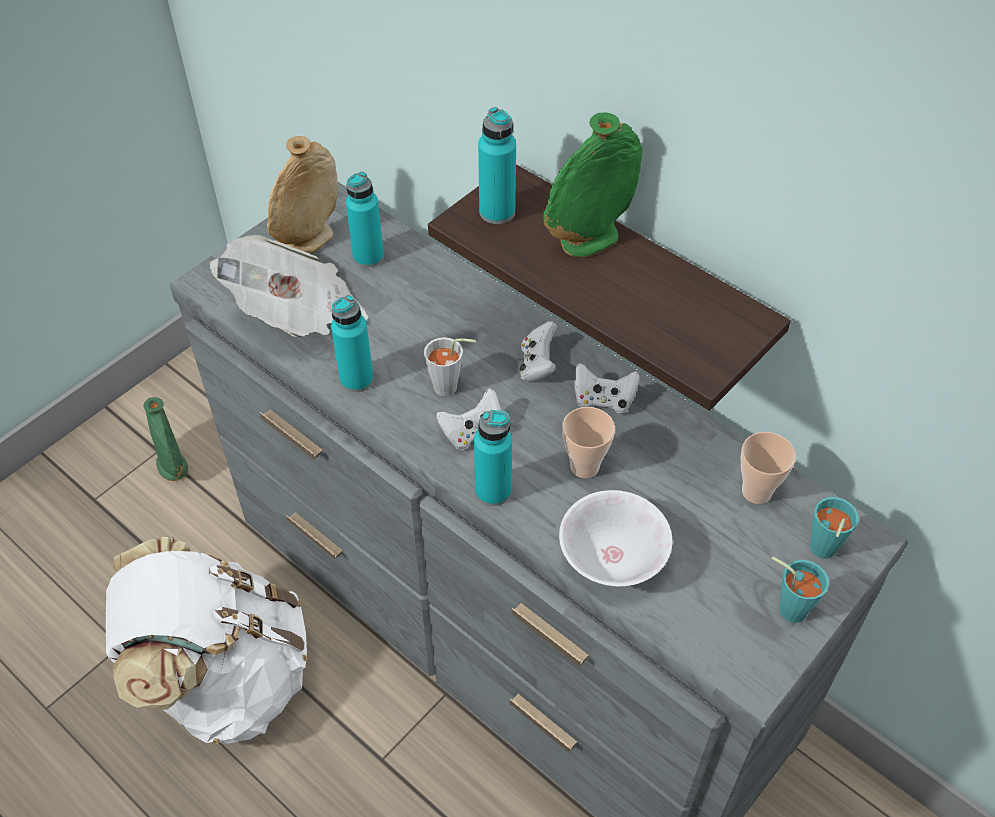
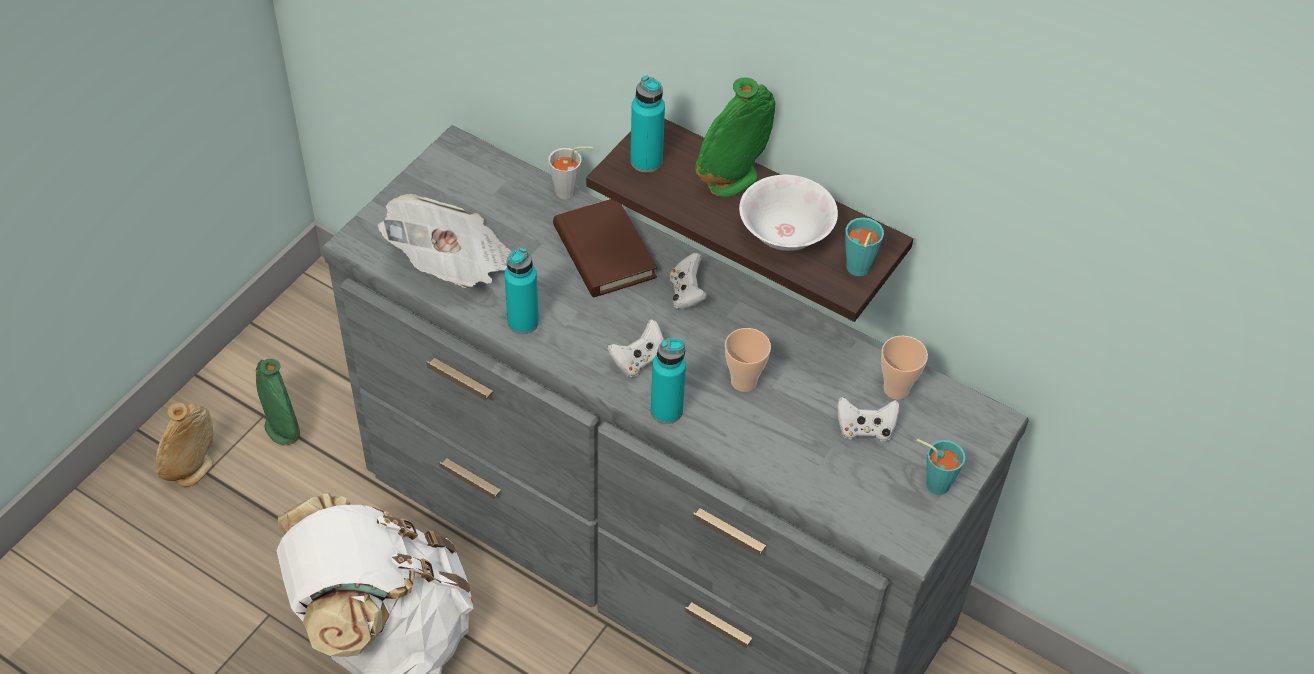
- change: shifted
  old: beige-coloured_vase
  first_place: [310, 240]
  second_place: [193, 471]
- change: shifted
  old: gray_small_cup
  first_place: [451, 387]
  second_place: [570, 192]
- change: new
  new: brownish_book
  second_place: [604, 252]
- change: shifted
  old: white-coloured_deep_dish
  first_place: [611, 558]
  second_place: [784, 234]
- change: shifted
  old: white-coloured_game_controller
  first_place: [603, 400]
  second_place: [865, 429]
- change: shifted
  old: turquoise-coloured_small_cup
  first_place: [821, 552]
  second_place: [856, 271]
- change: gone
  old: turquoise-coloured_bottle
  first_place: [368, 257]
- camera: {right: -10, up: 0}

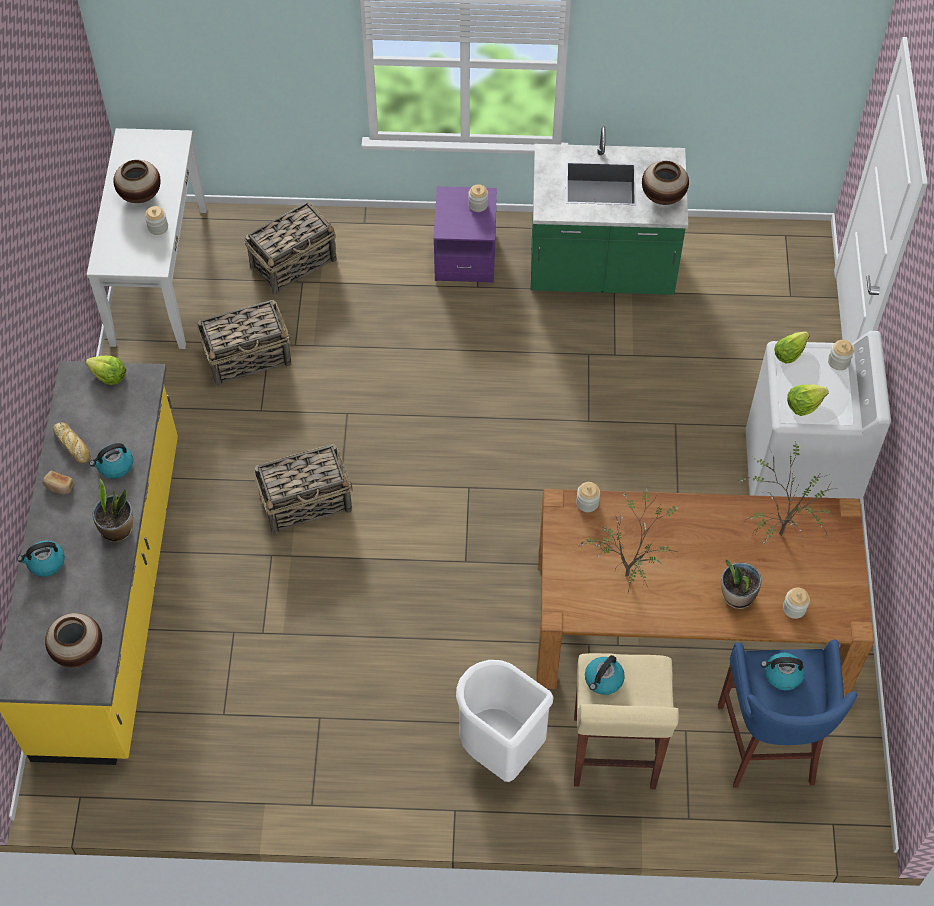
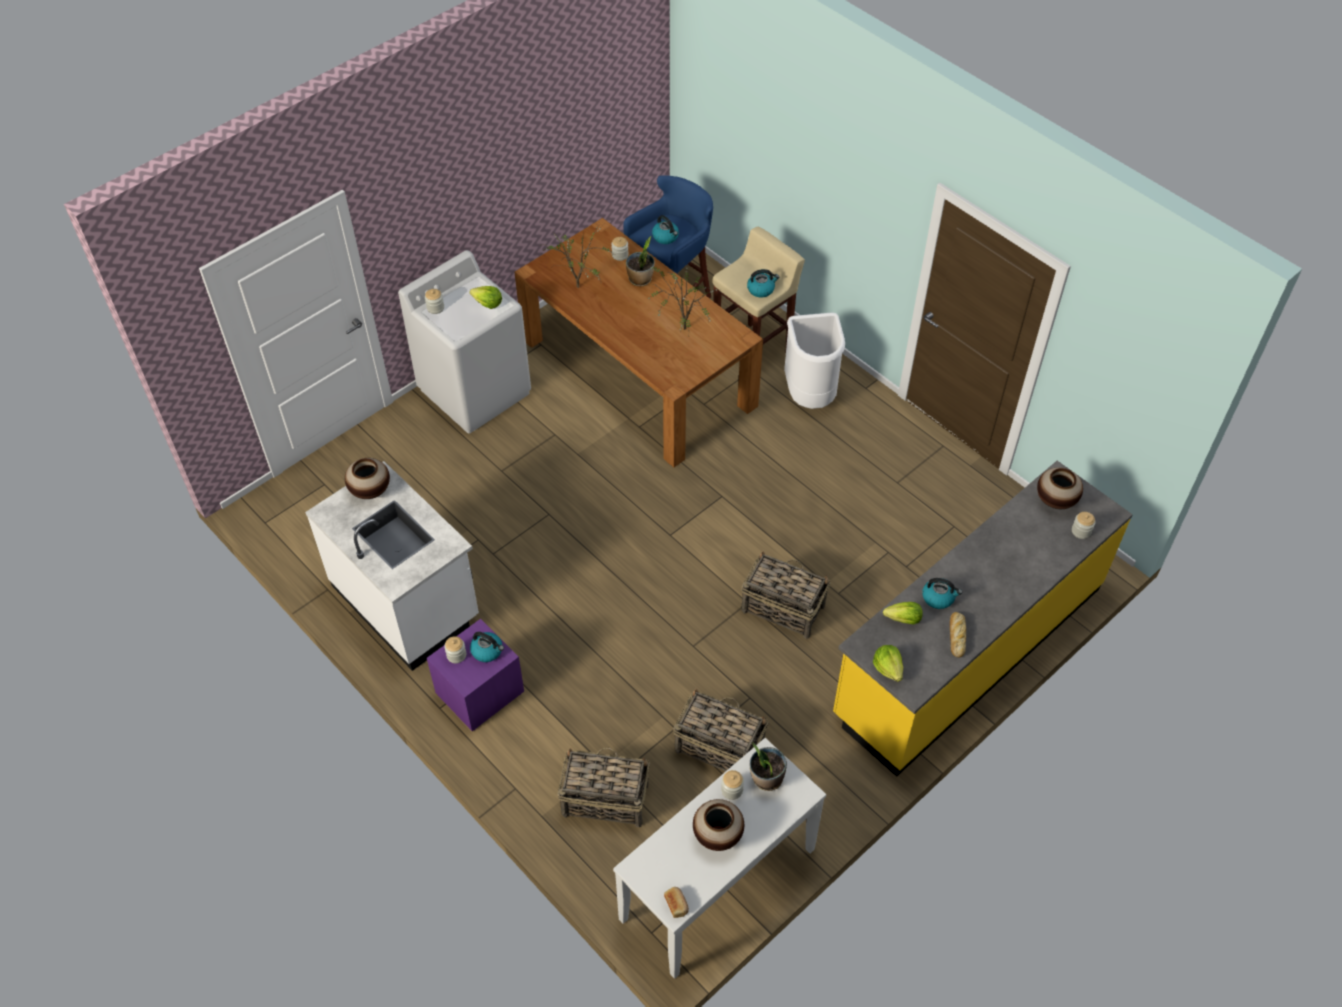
- change: repainted
  old: green-coloured_kitchen_counter
  new: white-coloured_kitchen_counter
  first_place: [601, 269]
  second_place: [407, 602]
- change: shifted
  old: kettle
  first_place: [46, 563]
  second_place: [487, 651]
- change: shifted
  old: bakery_bread
  first_place: [59, 486]
  second_place: [677, 904]
- change: shifted
  old: plant_in_a_pot
  first_place: [117, 529]
  second_place: [766, 778]
- change: shifted
  old: lettuce_head
  first_place: [789, 353]
  second_place: [903, 619]
- change: shifted
  old: jar
  first_place: [587, 503]
  second_place: [1081, 531]
- camera: {right: -135, up: -5}

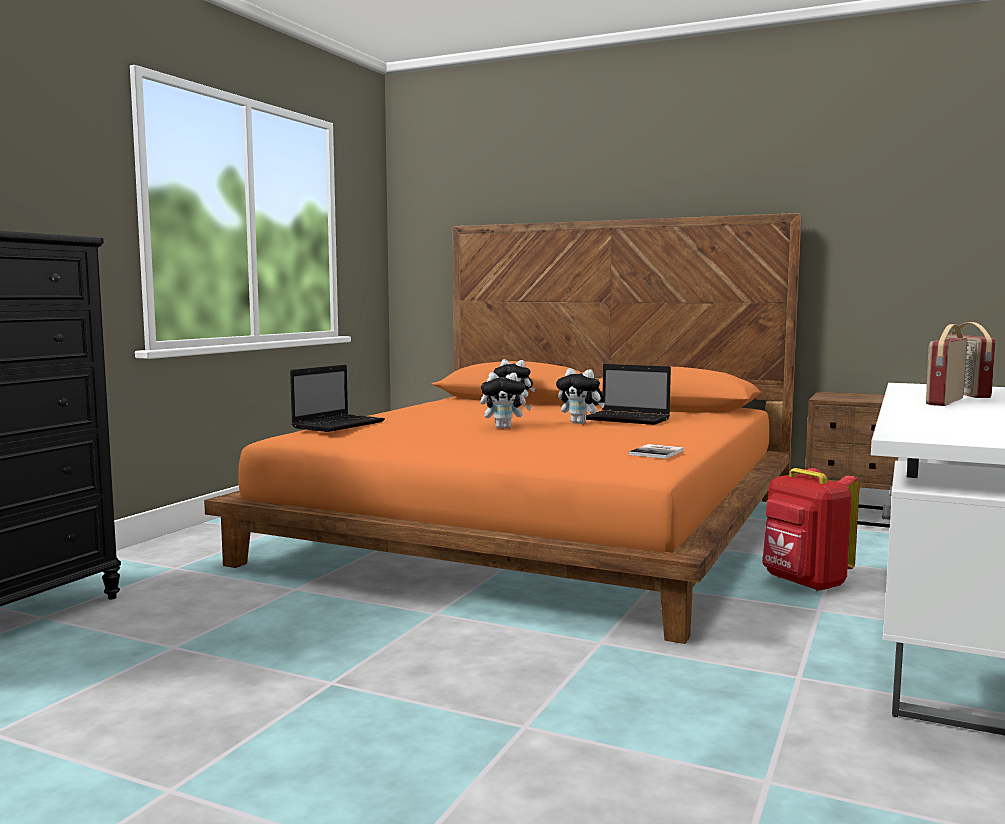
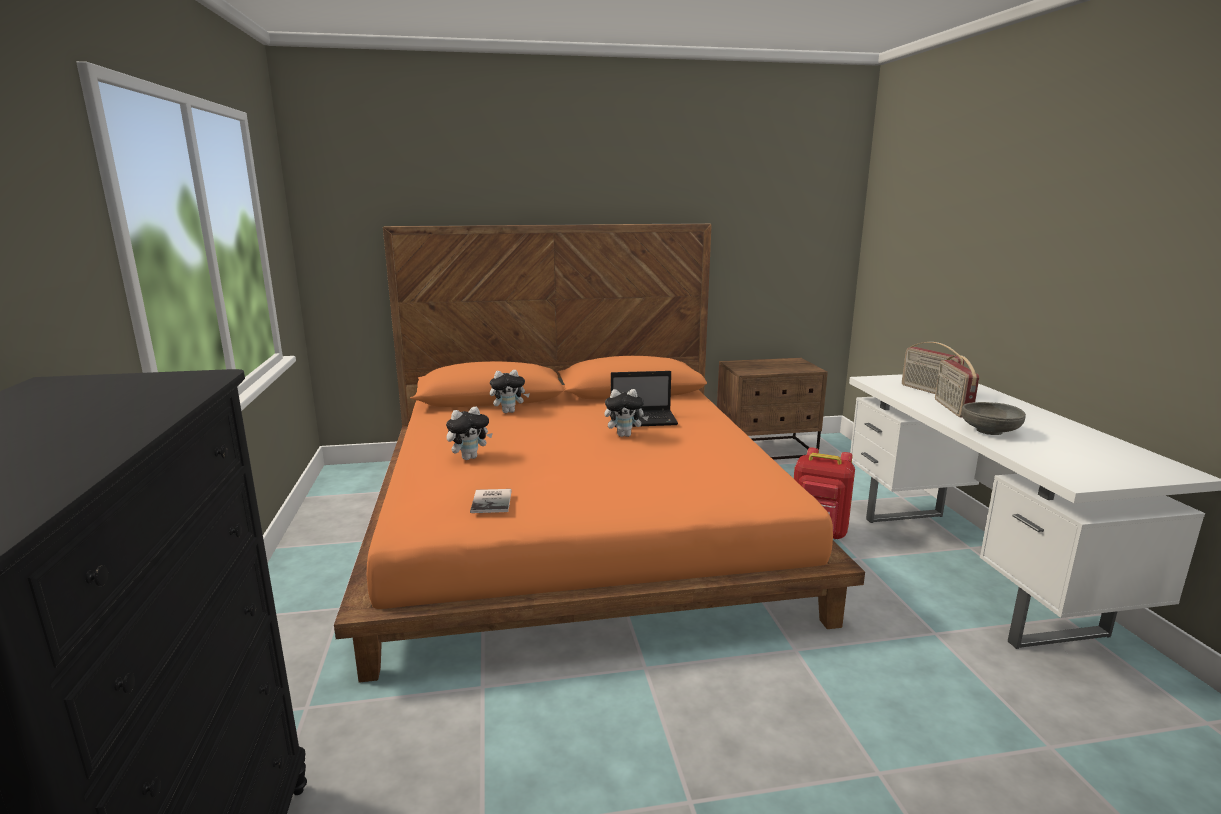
- change: shifted
  old: plush_toy
  first_place: [504, 427]
  second_place: [469, 457]
- change: shifted
  old: book
  first_place: [658, 452]
  second_place: [493, 501]
- change: new
  new: gray_deep_dish
  second_place: [990, 431]
- change: gone
  old: notebook_computer
  first_place: [339, 424]
- camera: {right: -35, up: 10}

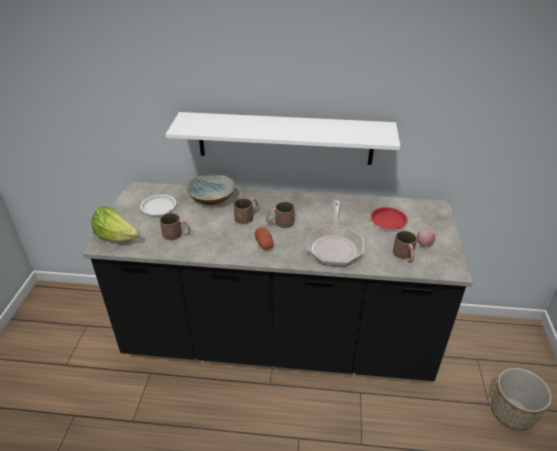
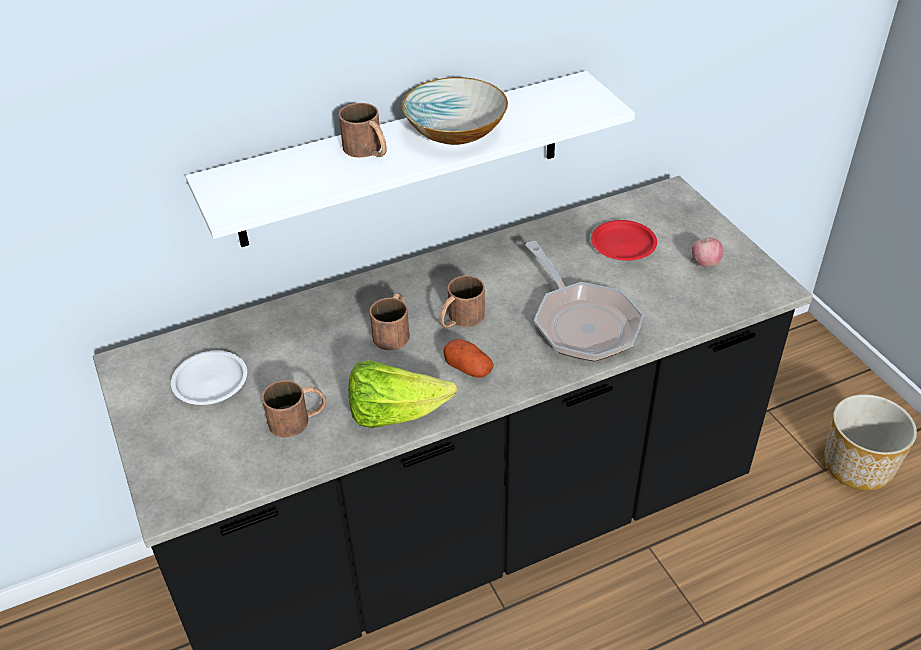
- change: shifted
  old: brownish_tea_mug
  first_place: [405, 256]
  second_place: [368, 150]
- change: shifted
  old: lettuce_head
  first_place: [117, 237]
  second_place: [395, 413]
- change: shifted
  old: deep_dish
  first_place: [212, 198]
  second_place: [455, 131]
- camera: {right: -30, up: 5}

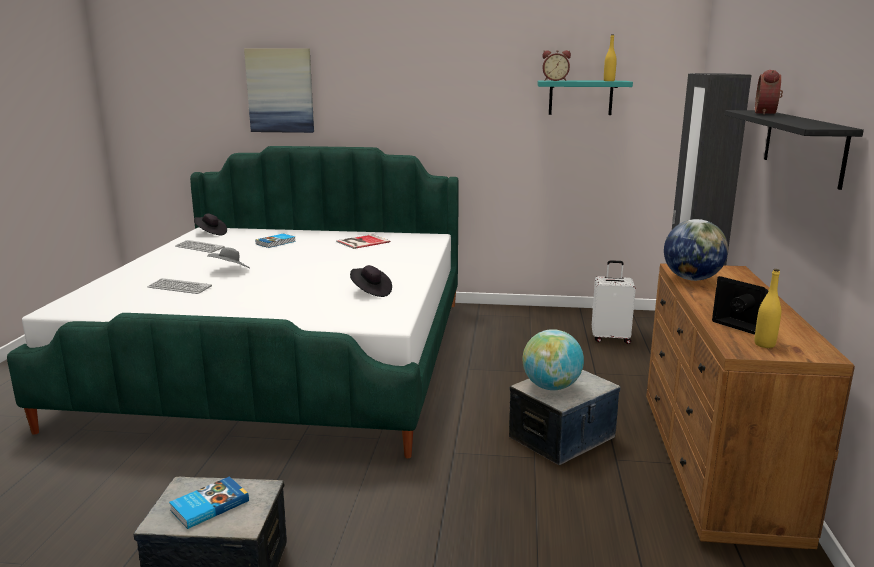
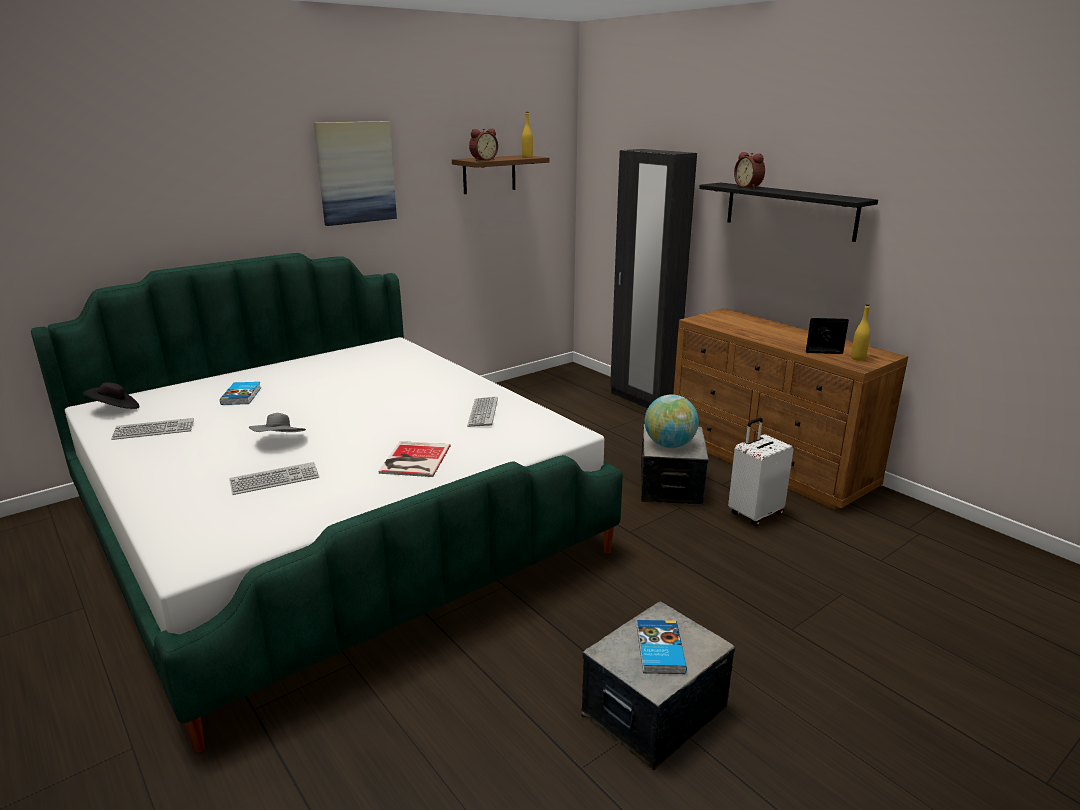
- change: shifted
  old: picture
  first_place: [280, 90]
  second_place: [355, 172]
- change: shifted
  old: book
  first_place: [361, 242]
  second_place: [413, 460]
- change: repainted
  old: turquoise-coloured_wall_shelf
  new: brownish_wall_shelf
  first_place: [580, 97]
  second_place: [489, 174]
- change: swapped
  old: black-coloured_clothing_hat
  new: computer_keyboard
  first_place: [371, 292]
  second_place: [483, 413]
- change: shifted
  old: white-coloured_piece_of_luggage
  first_place: [610, 338]
  second_place: [754, 514]
- change: gone
  old: globe
  first_place: [692, 279]
- camera: {right: -45, up: 5}

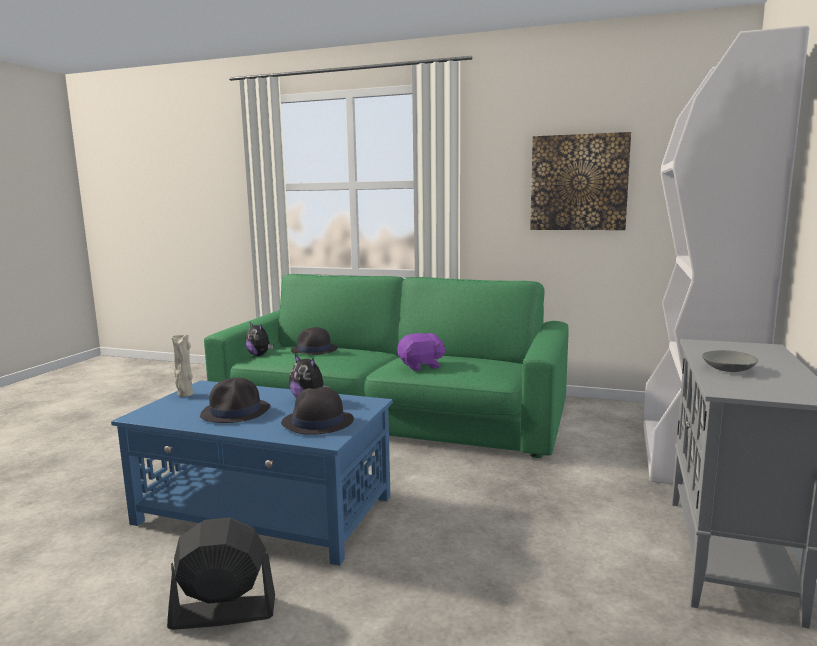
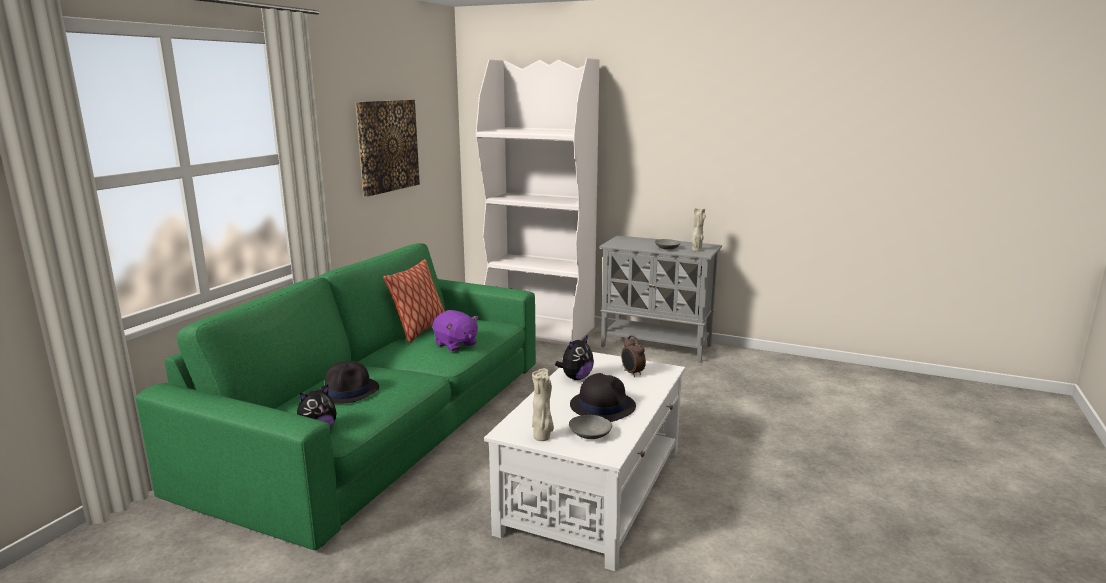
- change: new
  new: throw_pillow
  second_place: [420, 331]
- change: rotated
  old: purplish_plush_toy
  first_place: [421, 366]
  second_place: [455, 344]
  degrees: 150
- change: repainted
  old: bluish_coffee_table
  new: white-coloured_coffee_table
  first_place: [265, 510]
  second_place: [594, 489]
- change: new
  new: gray_deep_dish
  second_place: [591, 434]
- change: swapped
  old: black-coloured_clothing_hat
  new: alarm_clock
  first_place: [317, 422]
  second_place: [632, 373]
- change: new
  new: beige-coloured_vase
  second_place: [696, 250]
- change: gone
  old: black-coloured_electric_fan
  first_place: [222, 612]
- camera: {right: -85, up: 5}

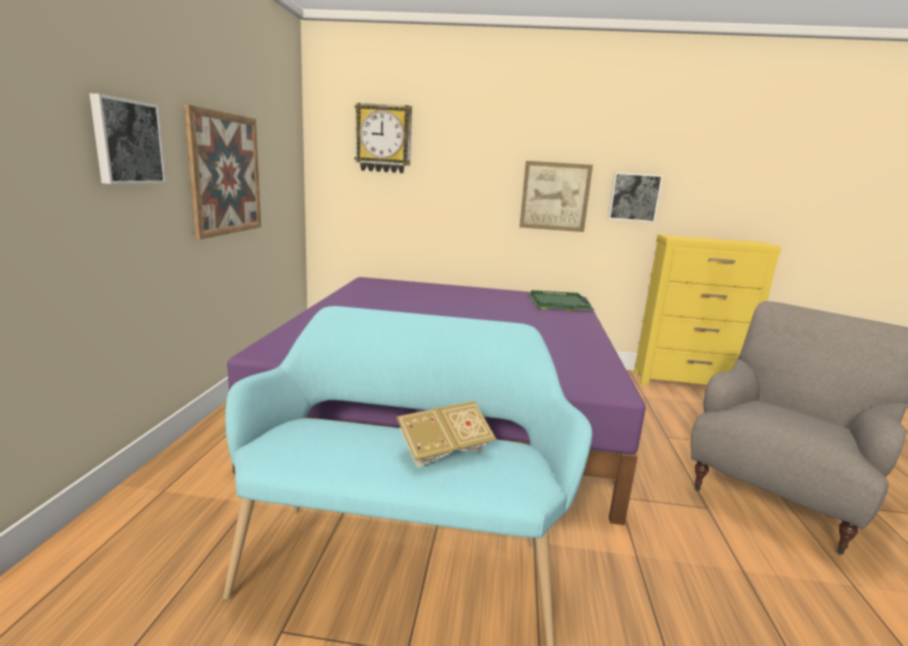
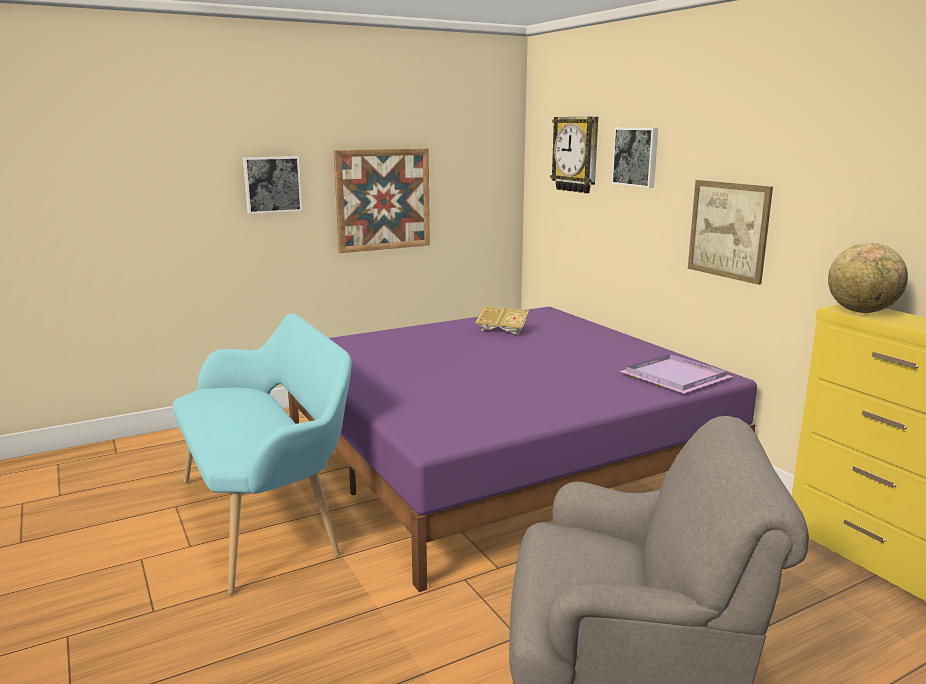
- change: shifted
  old: book
  first_place: [443, 451]
  second_place: [502, 331]
- change: shifted
  old: picture
  first_place: [634, 197]
  second_place: [636, 157]
- change: repainted
  old: green-coloured_tray
  new: purplish_tray
  first_place: [559, 303]
  second_place: [677, 377]
- change: new
  new: globe
  second_place: [862, 311]
- camera: {right: 55, up: 0}

